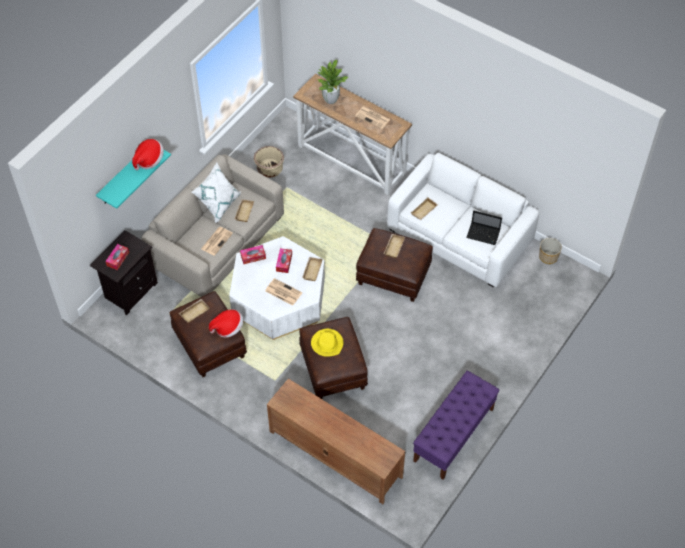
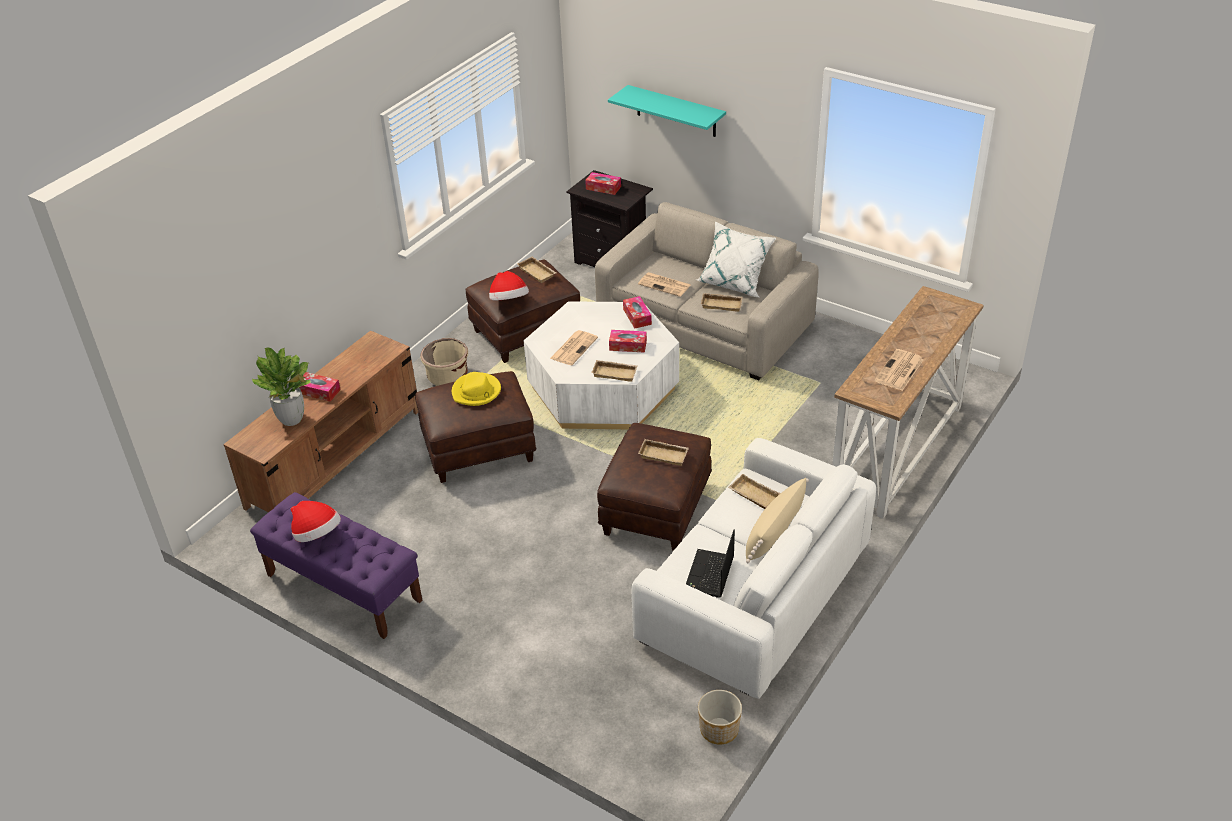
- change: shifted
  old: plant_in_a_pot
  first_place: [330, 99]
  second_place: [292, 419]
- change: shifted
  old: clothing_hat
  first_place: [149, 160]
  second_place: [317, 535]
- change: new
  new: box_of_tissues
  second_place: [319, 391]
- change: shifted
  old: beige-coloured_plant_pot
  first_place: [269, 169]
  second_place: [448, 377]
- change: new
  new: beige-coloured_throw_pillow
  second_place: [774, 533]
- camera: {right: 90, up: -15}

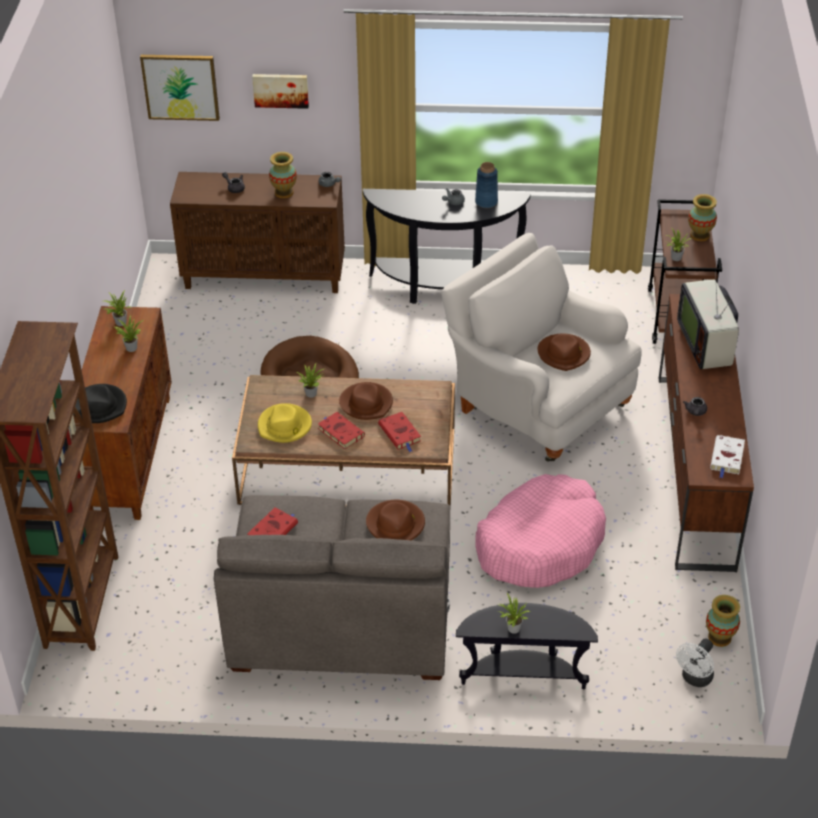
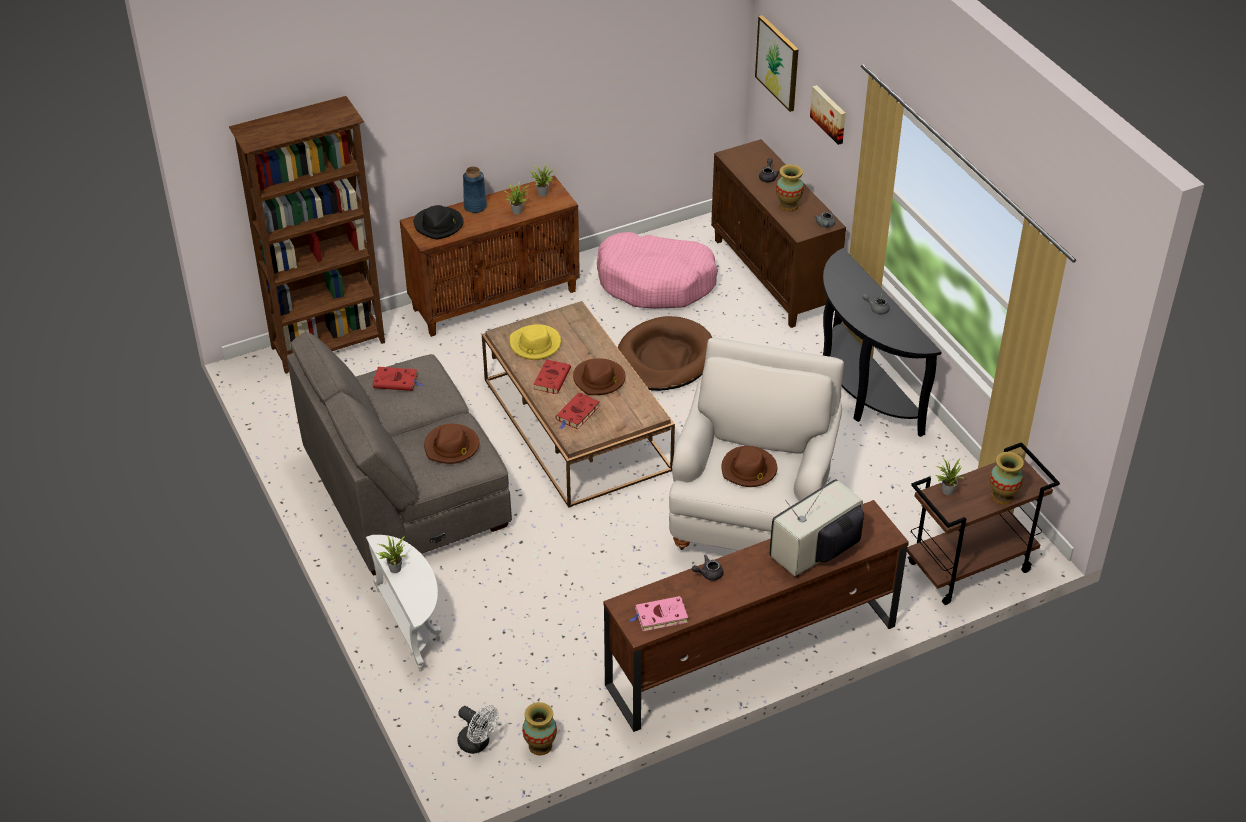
- change: repainted
  old: black-coloured_side_table
  new: white-coloured_side_table
  first_place: [523, 674]
  second_place: [412, 625]
- change: rotated
  old: white-coloured_electric_fan
  first_place: [695, 679]
  second_place: [478, 744]
  degrees: -150
- change: shifted
  old: bluish_vase
  first_place: [486, 202]
  second_place: [475, 206]
- change: shifted
  old: pinkish_pet_bed
  first_place: [540, 543]
  second_place: [656, 282]
- change: repainted
  old: white-coloured_book
  new: pinkish_book
  first_place: [727, 458]
  second_place: [660, 616]
- change: gone
  old: plant_in_a_pot
  first_place: [312, 393]
- camera: {right: 60, up: 0}

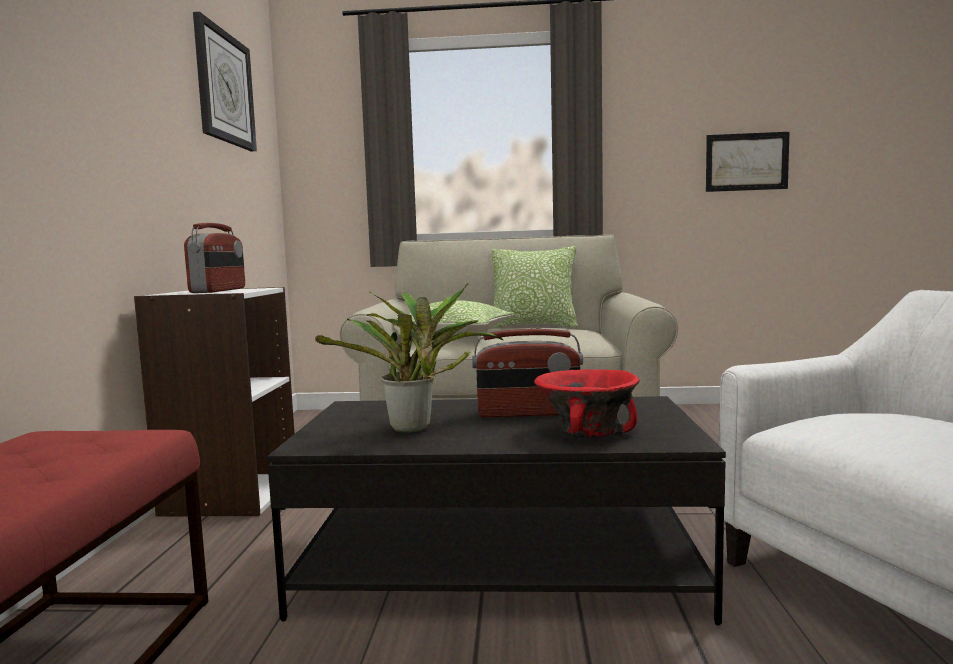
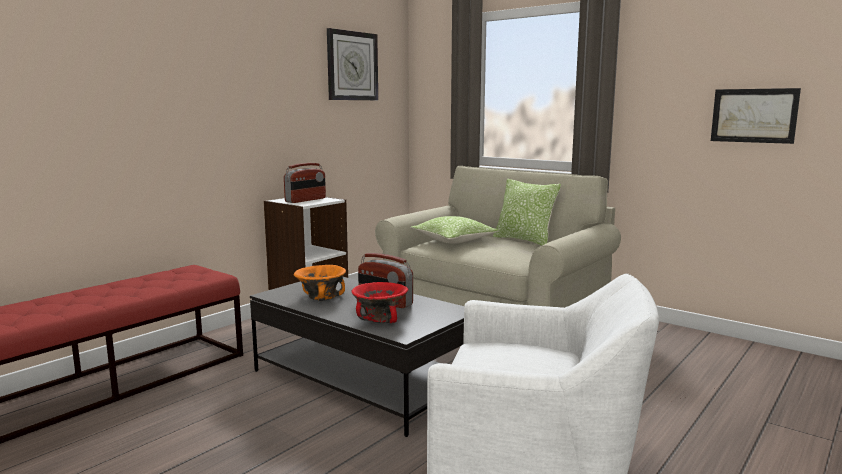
- change: swapped
  old: plant_in_a_pot
  new: orangey_deep_dish
  first_place: [415, 429]
  second_place: [321, 297]
- camera: {right: 35, up: 5}

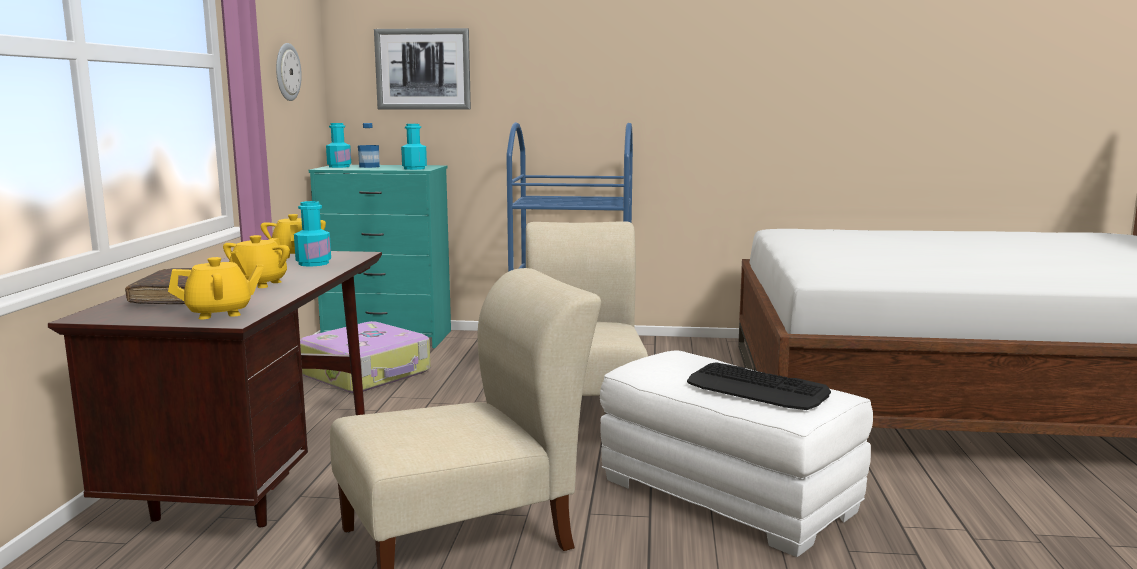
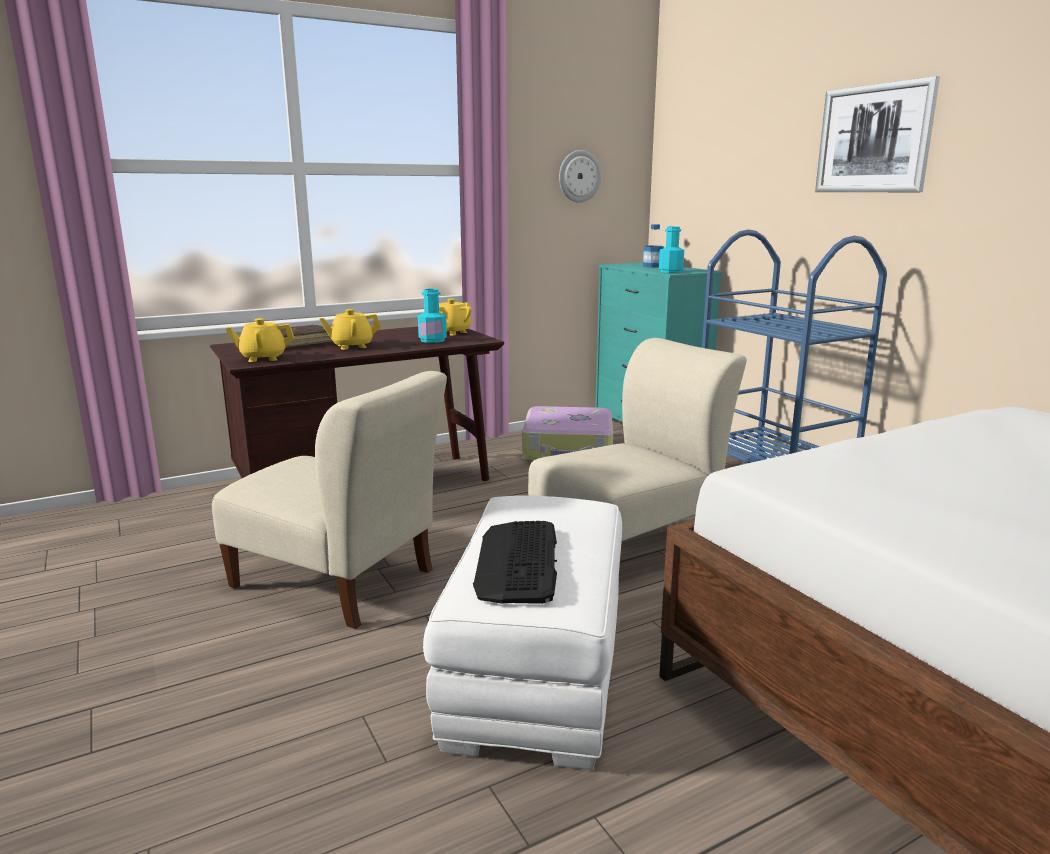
- change: rotated
  old: yellow_teapot
  first_place: [220, 313]
  second_place: [263, 358]
  degrees: 135
- change: shifted
  old: picture
  first_place: [423, 69]
  second_place: [874, 139]
- change: gone
  old: turquoise-coloured_bottle
  first_place: [339, 166]
- camera: {right: 55, up: 5}

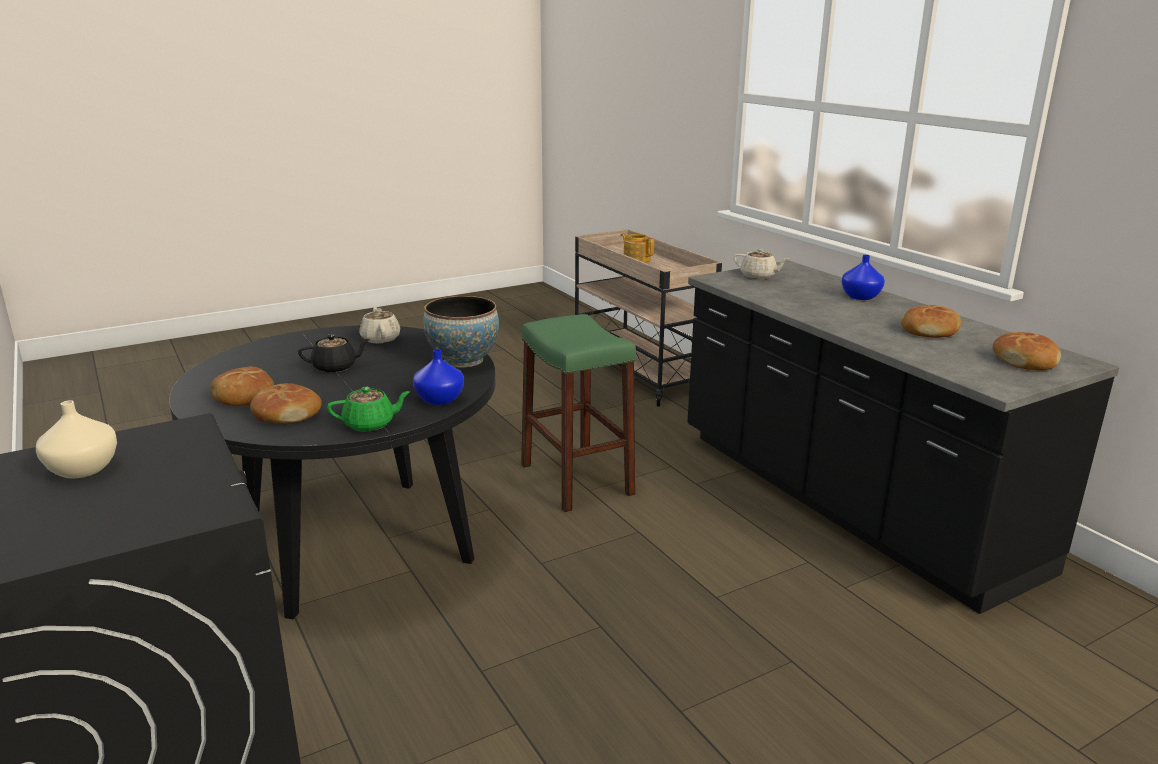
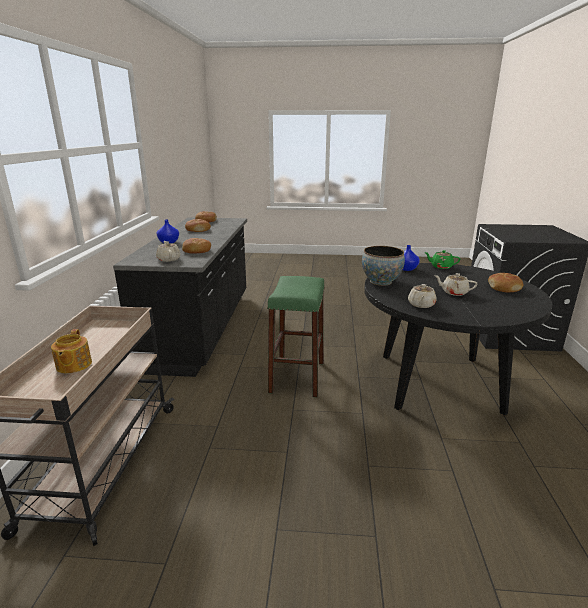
- change: shifted
  old: bakery_bread
  first_place: [286, 414]
  second_place: [196, 251]
- change: repainted
  old: black-coloured_teapot
  new: beige-coloured_teapot
  first_place: [336, 367]
  second_place: [454, 292]
- change: gone
  old: beige-coloured_vase
  first_place: [81, 470]
- camera: {right: -145, up: 0}

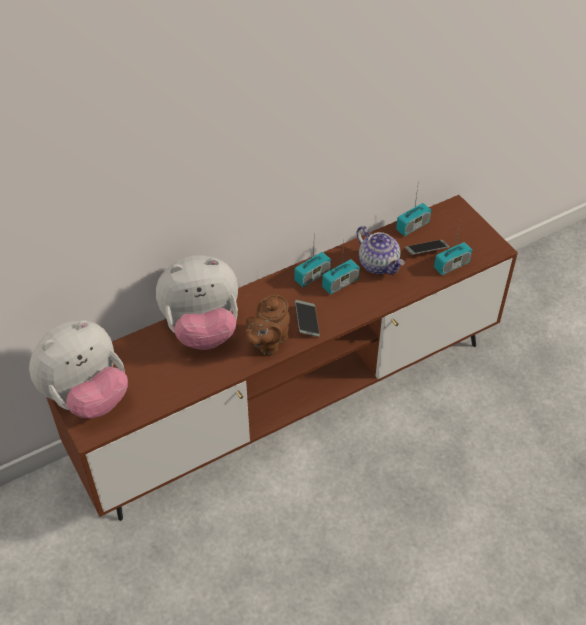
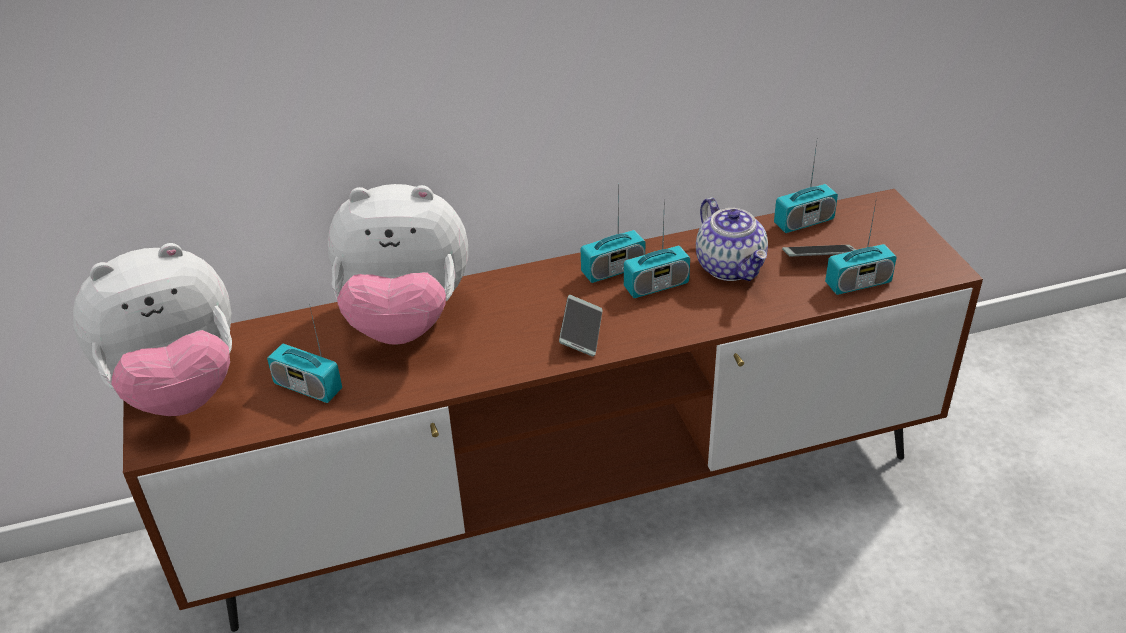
- change: new
  new: radio
  second_place: [308, 387]
- change: gone
  old: brownish_teapot
  first_place: [268, 342]
- camera: {right: 15, up: -10}

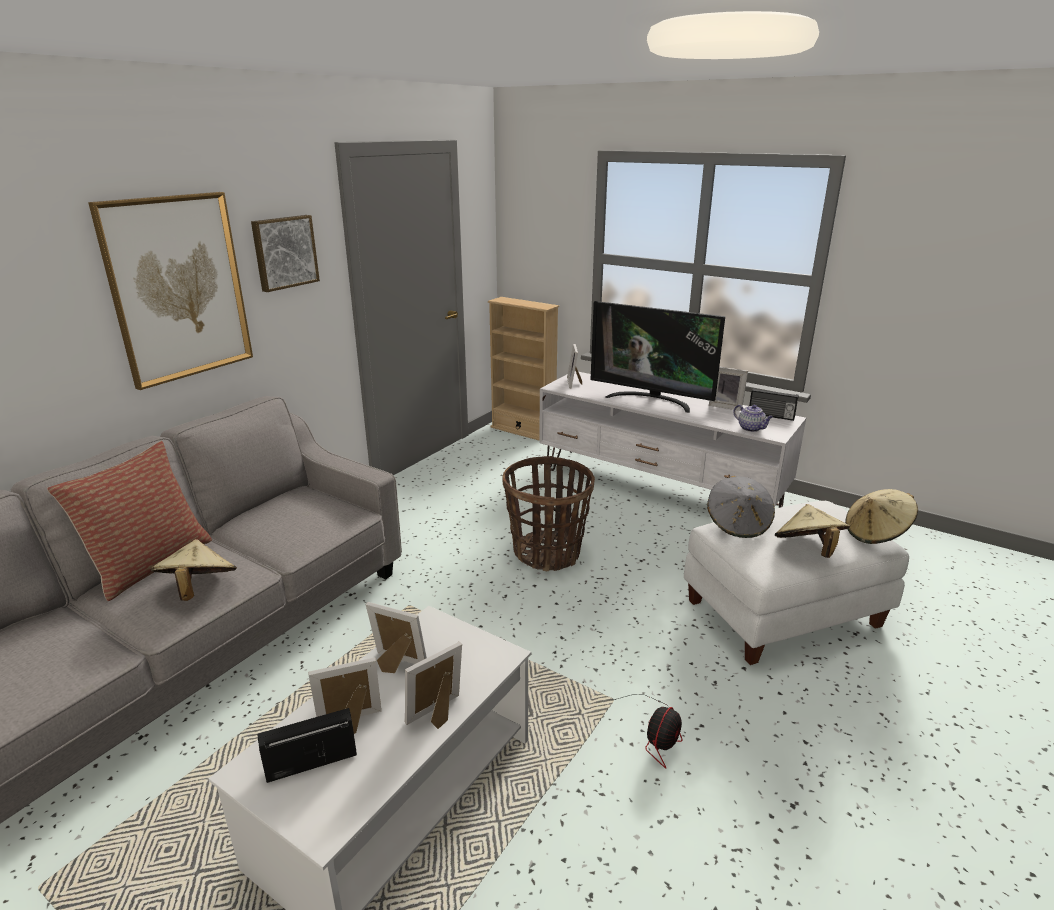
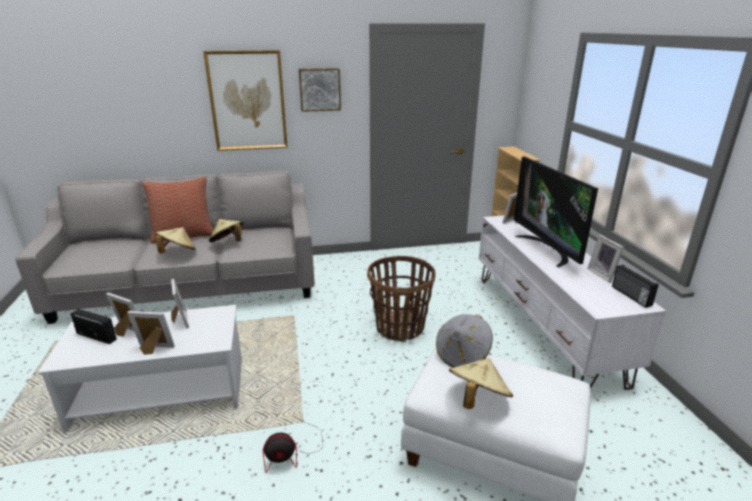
- change: shifted
  old: beige-coloured_clothing_hat
  first_place: [876, 534]
  second_place: [228, 243]
- change: gone
  old: teapot
  first_place: [751, 428]
- camera: {right: 45, up: 0}

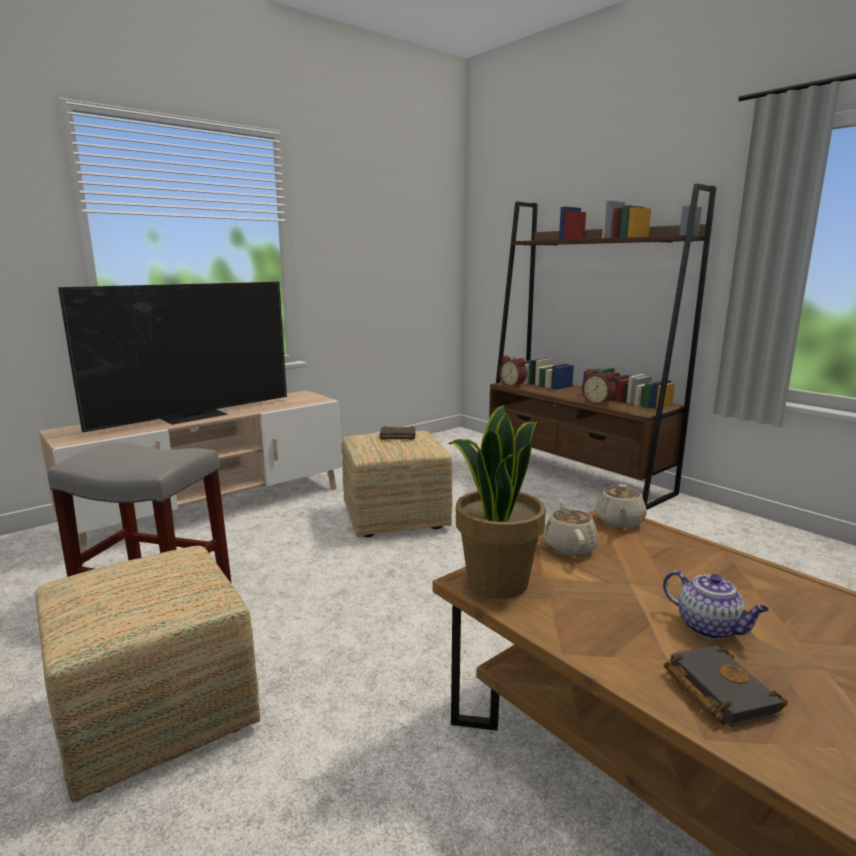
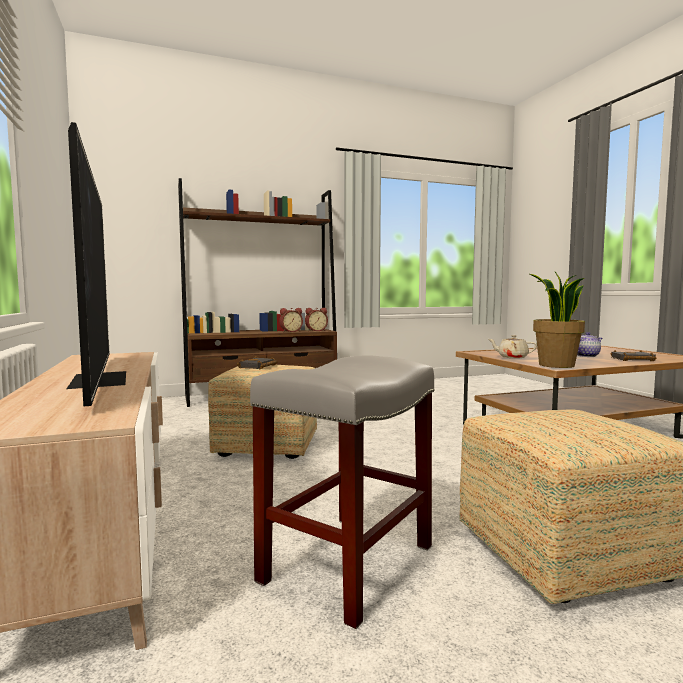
- change: shifted
  old: alarm_clock
  first_place: [513, 385]
  second_place: [316, 331]
- change: gone
  old: beige-coloured_teapot
  first_place: [619, 521]
- camera: {right: -70, up: -10}

